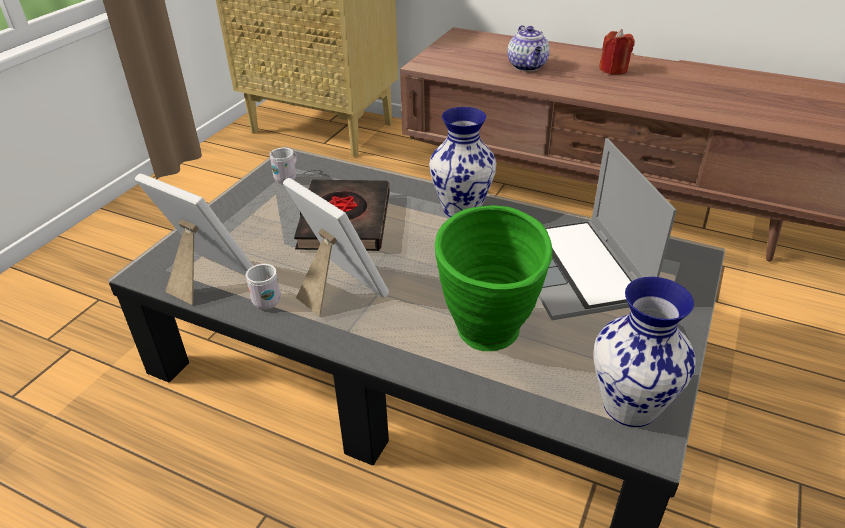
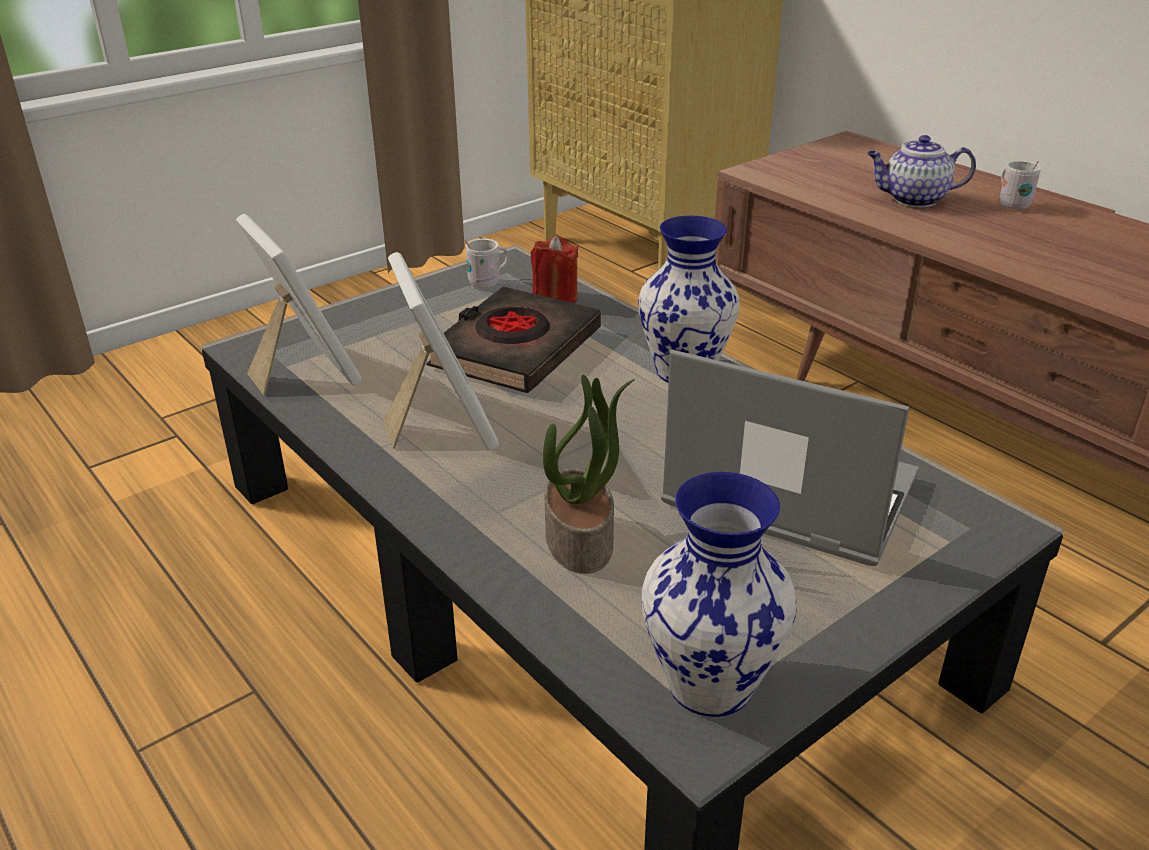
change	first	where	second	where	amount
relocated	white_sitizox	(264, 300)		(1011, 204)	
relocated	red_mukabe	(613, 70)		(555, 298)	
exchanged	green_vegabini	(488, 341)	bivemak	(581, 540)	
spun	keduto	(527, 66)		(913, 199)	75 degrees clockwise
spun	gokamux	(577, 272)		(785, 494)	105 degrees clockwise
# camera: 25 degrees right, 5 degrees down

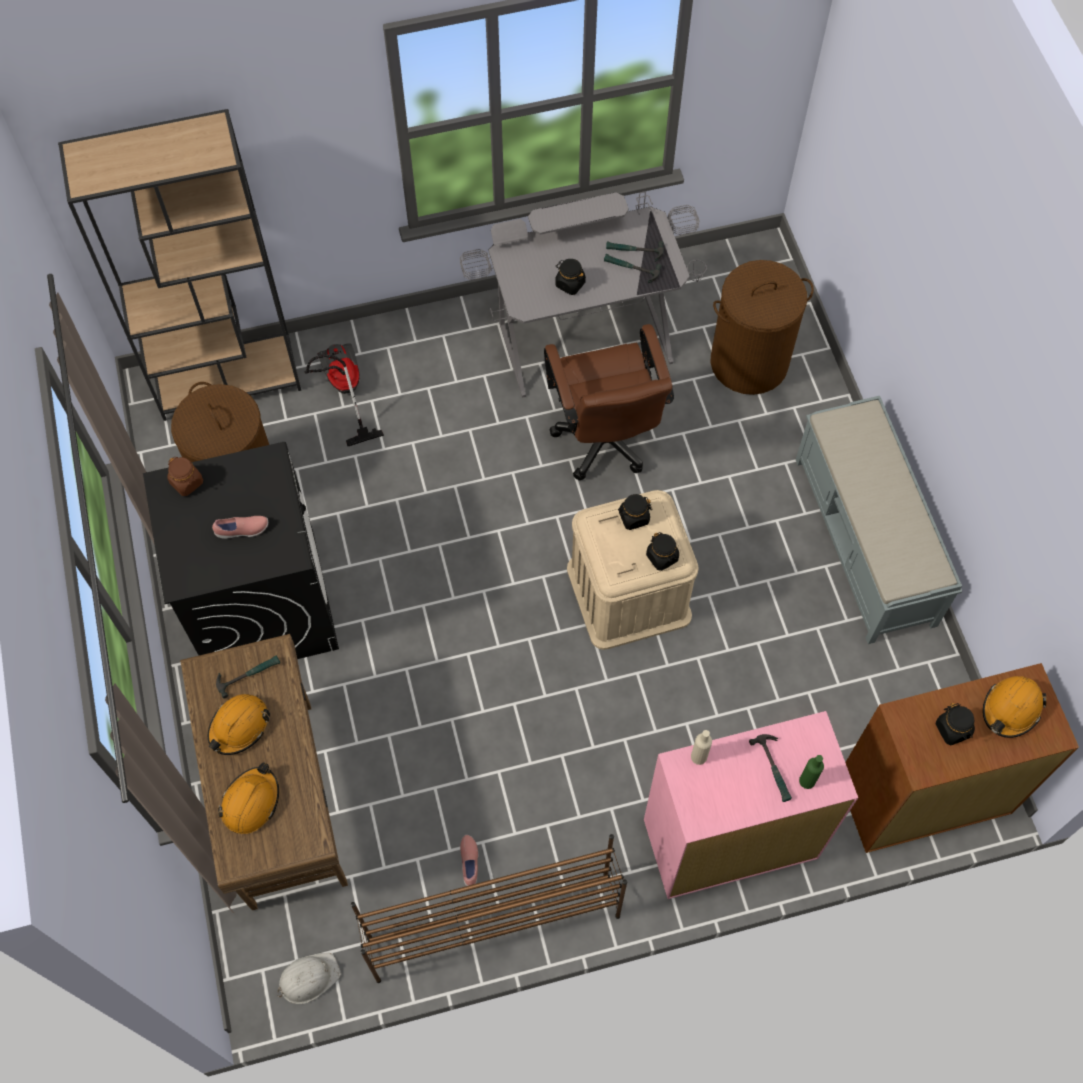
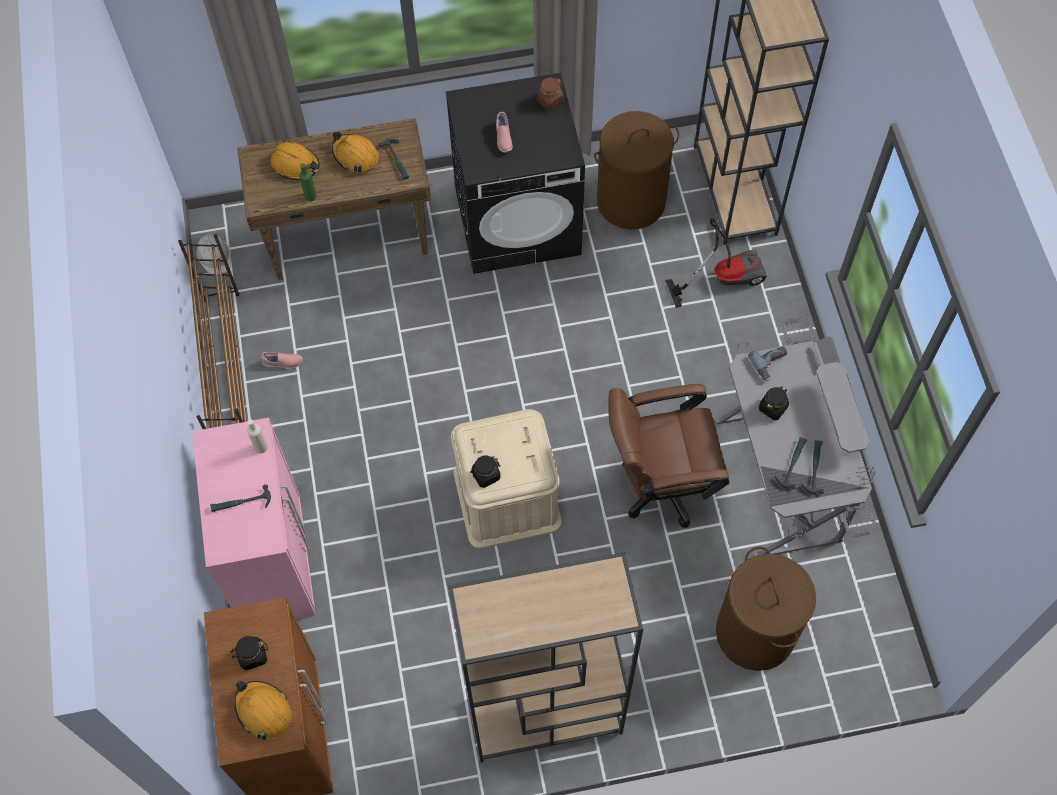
change	first	where	second	where	amount
missing	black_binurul	(633, 517)			
appeared			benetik	(771, 364)	
relocated	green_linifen	(807, 781)		(310, 196)	
exchanged	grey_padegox	(865, 542)	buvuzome	(544, 717)	
# camera: 95 degrees right, 0 degrees up

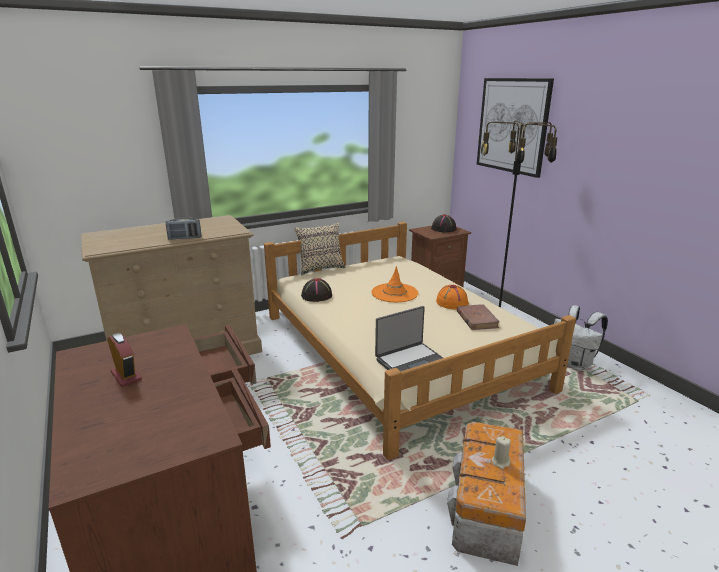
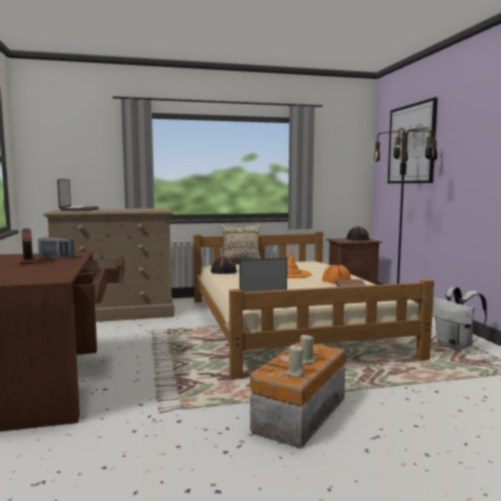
change	first	where	second	where	amount
appeared			gokamux	(78, 210)	
appeared			beige_mukabe	(295, 373)	
relocated	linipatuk	(185, 238)		(56, 257)	
# camera: 15 degrees right, 15 degrees down

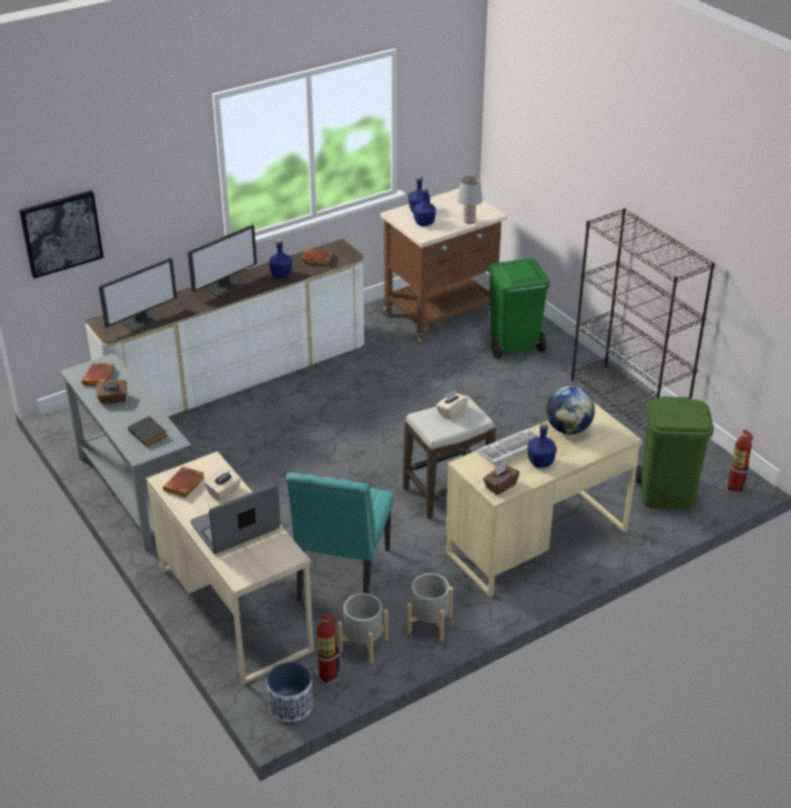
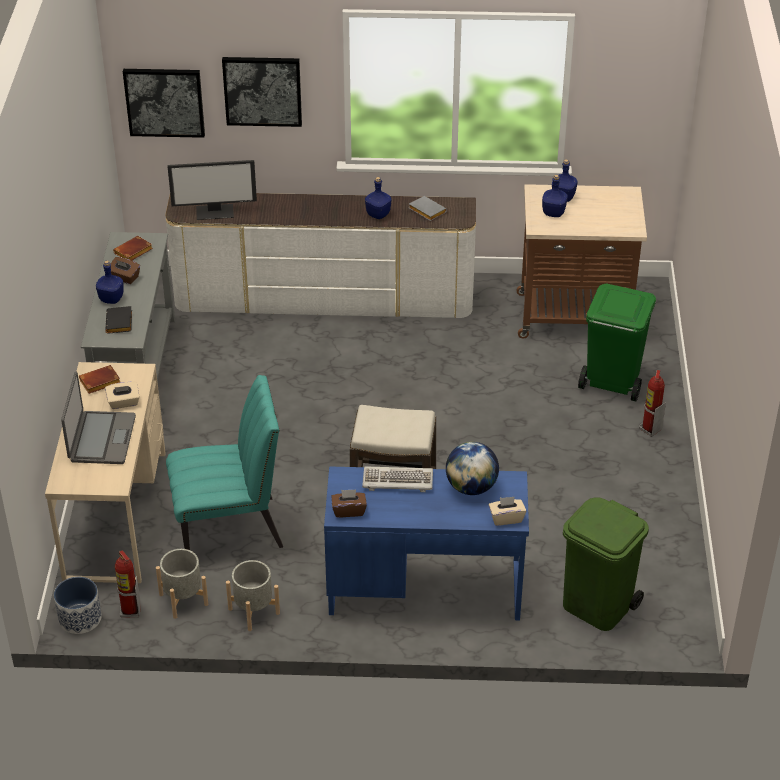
change	first	where	second	where	amount
missing	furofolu	(225, 286)			
missing	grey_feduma	(468, 221)			
missing	black_buvuzome	(628, 402)			
appeared			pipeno	(262, 90)	
relocated	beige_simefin	(451, 412)		(506, 518)	
relocated	blue_linifen	(541, 462)		(112, 299)	
relocated	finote	(734, 489)		(649, 429)	
colour	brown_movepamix	(316, 260)	grey_movepamix	(426, 211)	
colour	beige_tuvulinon	(537, 541)	blue_tuvulinon	(424, 587)	
spun	gokamux	(236, 527)		(101, 439)	90 degrees clockwise
spun	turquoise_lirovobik	(343, 574)		(229, 529)	150 degrees counterclockwise
# camera: 35 degrees right, 5 degrees up

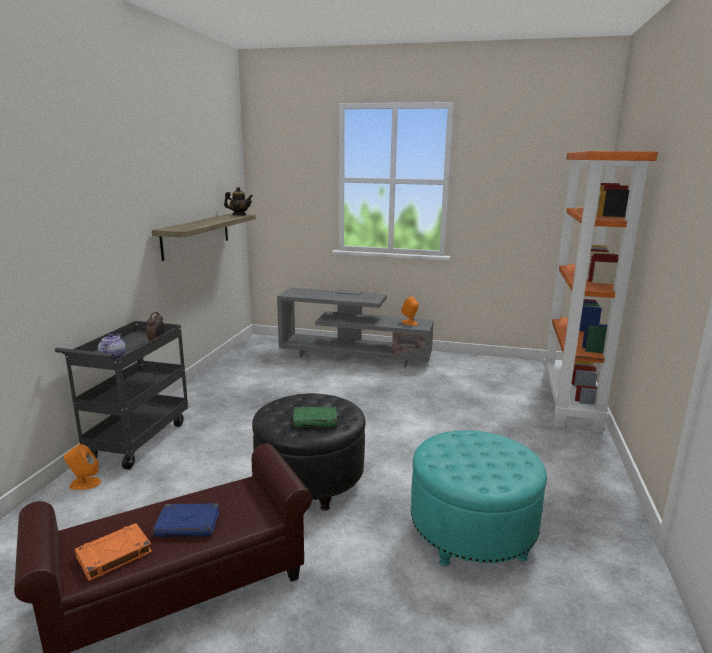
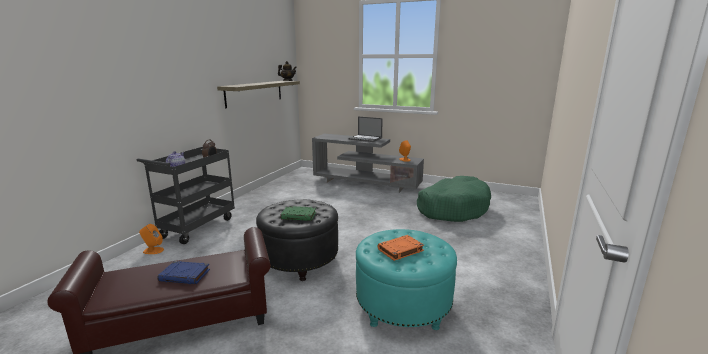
change	first	where	second	where	amount
missing	orange_buvuzome	(571, 401)			
appeared			gokamux	(366, 138)	
appeared			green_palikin	(452, 208)	
relocated	orange_movepamix	(113, 555)		(400, 250)	
# camera: 10 degrees right, 0 degrees up

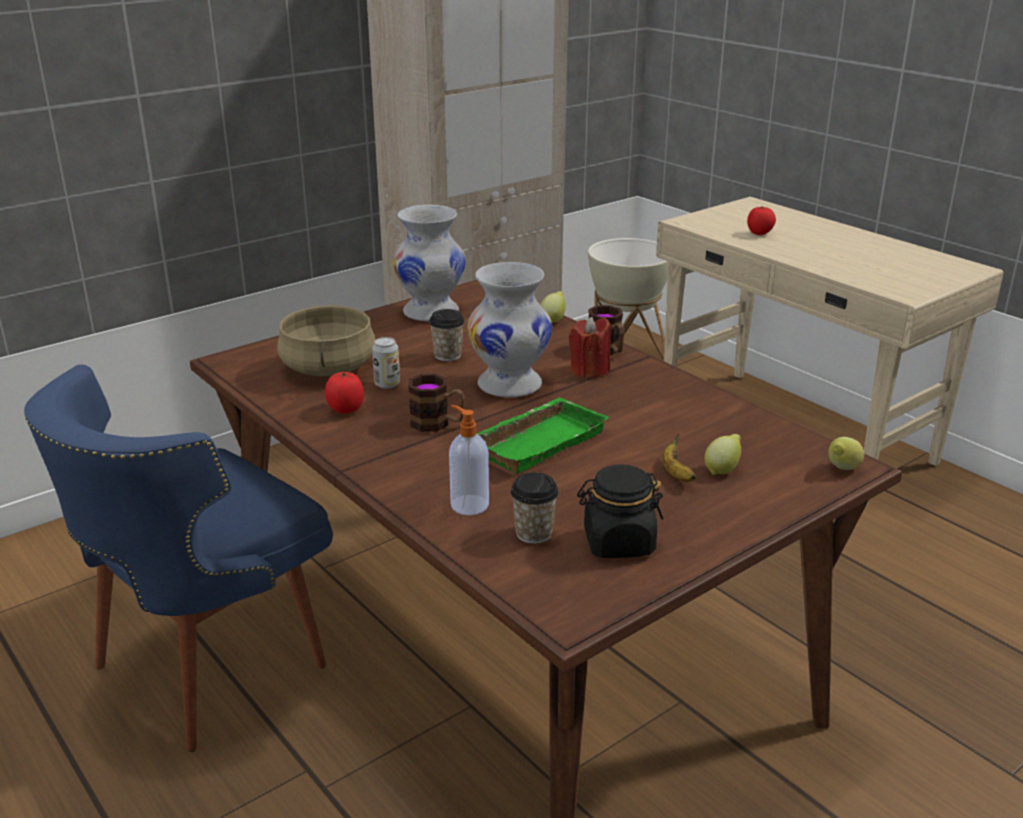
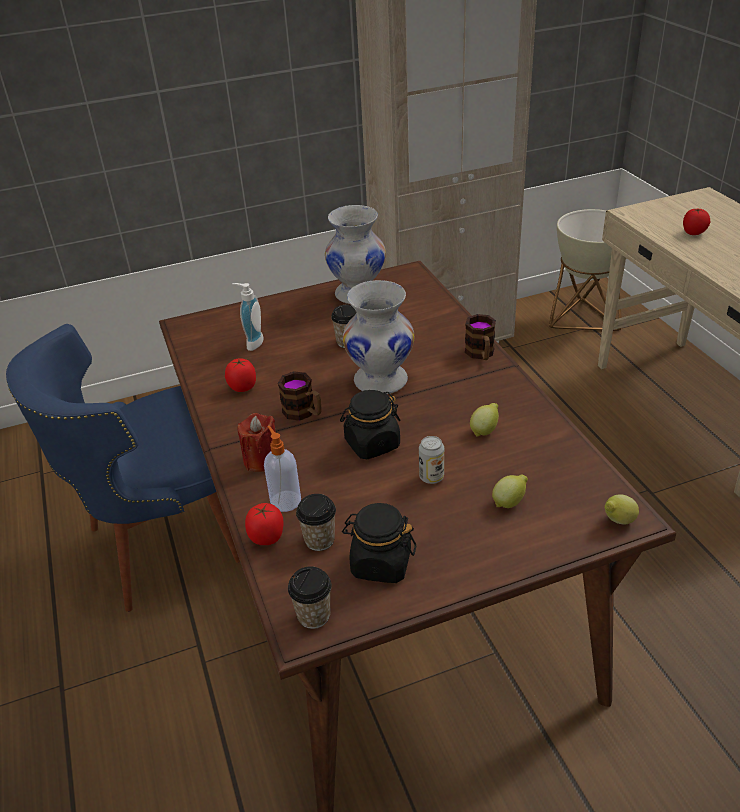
change	first	where	second	where	amount
missing	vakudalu	(676, 473)			
appeared			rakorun	(267, 537)	
appeared			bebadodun	(313, 615)	
relocated	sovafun	(387, 384)		(431, 477)	
relocated	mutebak	(553, 320)		(484, 430)	
relocated	red_mukabe	(589, 370)		(262, 460)	
exchanged	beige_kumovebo	(329, 368)	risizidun	(252, 343)	
exchanged	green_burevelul	(537, 441)	black_binurul	(372, 444)	
# camera: 20 degrees right, 10 degrees up

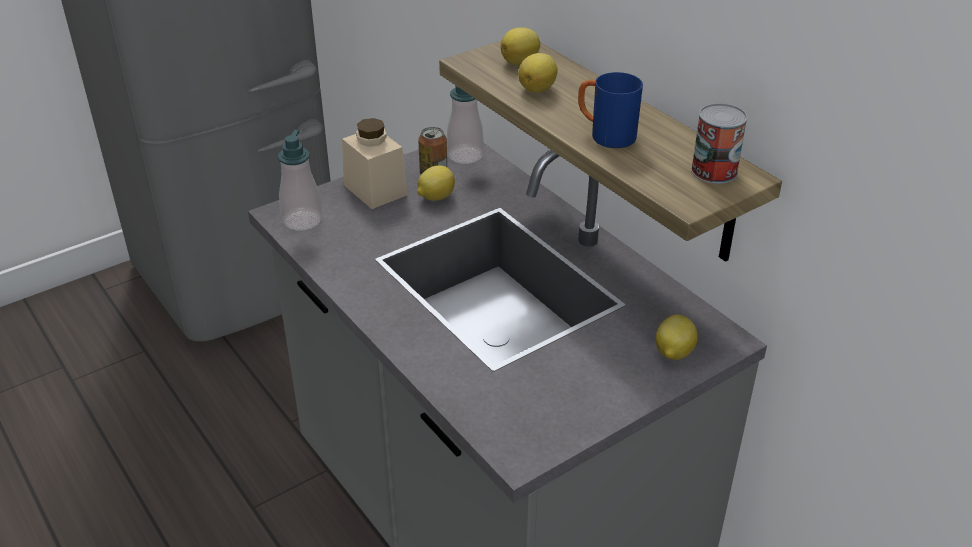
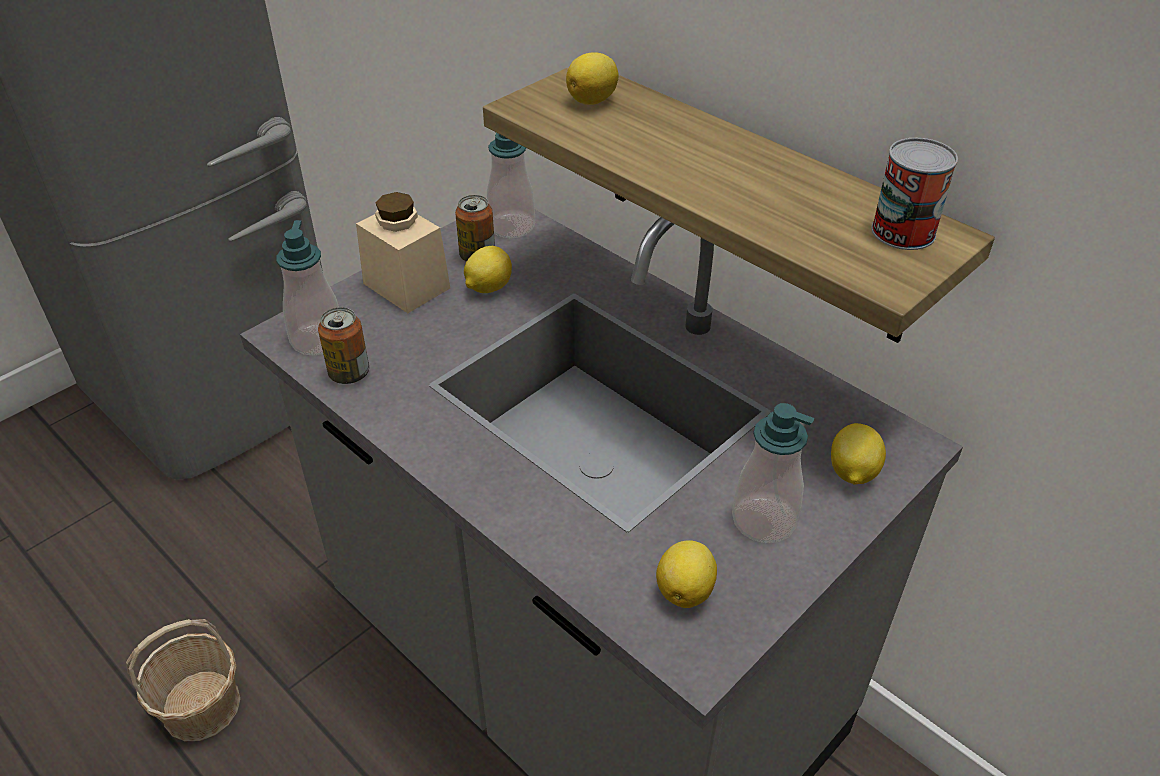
change	first	where	second	where	amount
missing	blue_sitizox	(605, 135)			
appeared			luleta	(202, 706)	
appeared			sovafun	(349, 373)	
appeared			risizidun	(764, 520)	
relocated	mutebak	(538, 89)		(685, 590)	
# camera: 10 degrees left, 5 degrees up

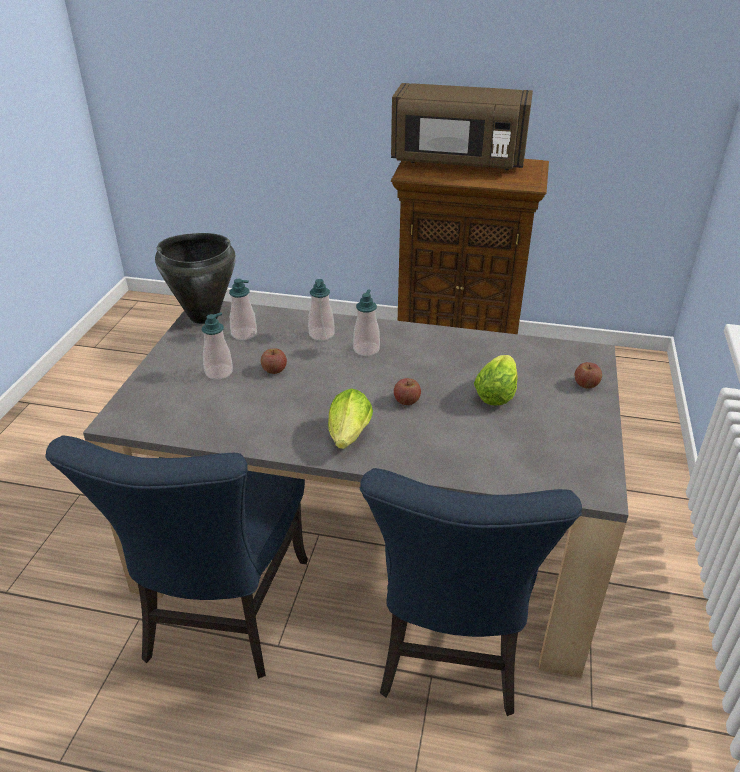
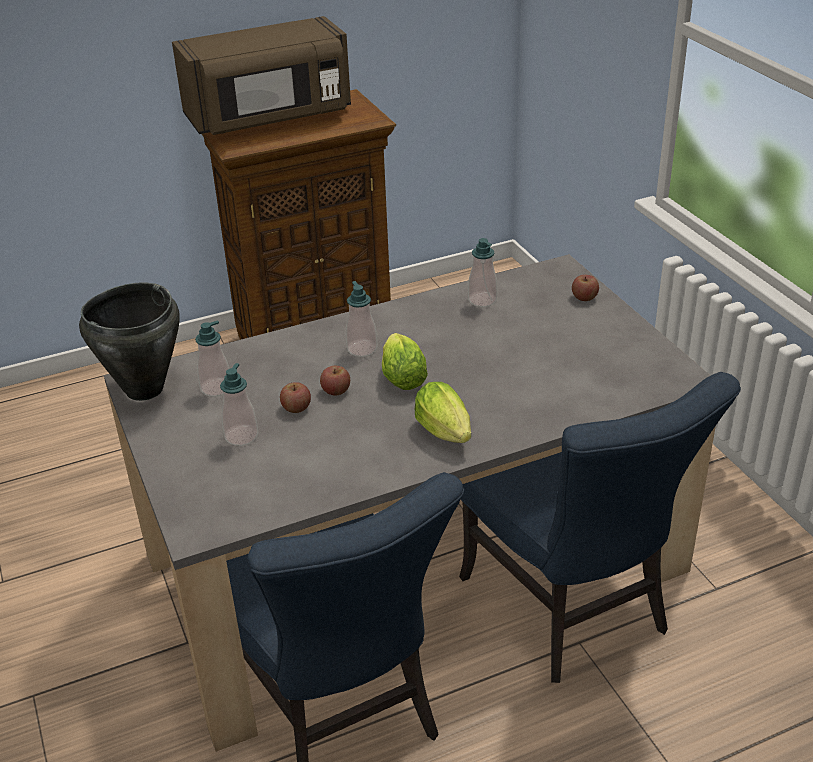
change	first	where	second	where	amount
relocated	risizidun	(321, 334)		(482, 300)	
relocated	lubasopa	(406, 401)		(336, 391)	
relocated	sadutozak	(497, 393)		(402, 376)	
# camera: 35 degrees left, 0 degrees up

